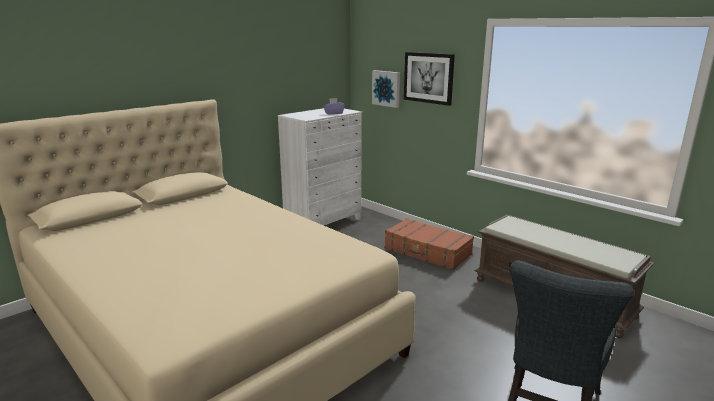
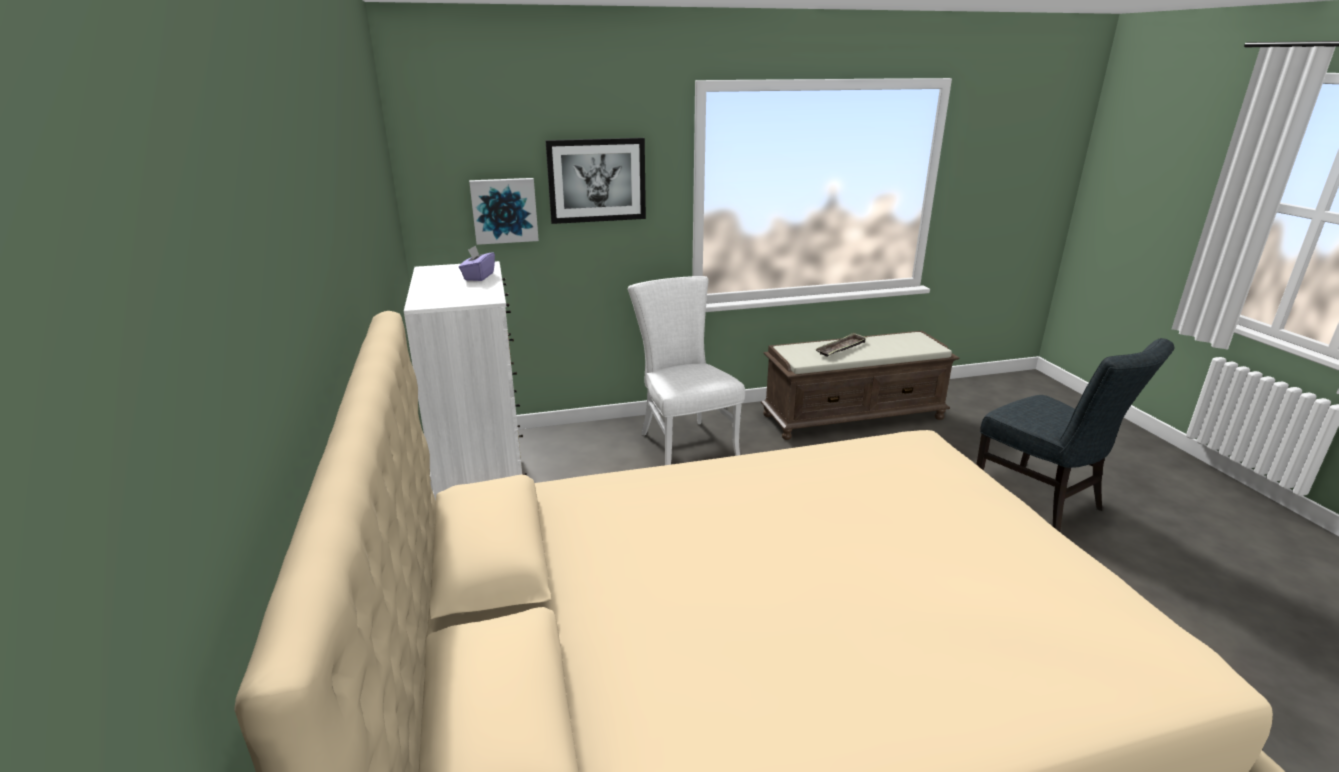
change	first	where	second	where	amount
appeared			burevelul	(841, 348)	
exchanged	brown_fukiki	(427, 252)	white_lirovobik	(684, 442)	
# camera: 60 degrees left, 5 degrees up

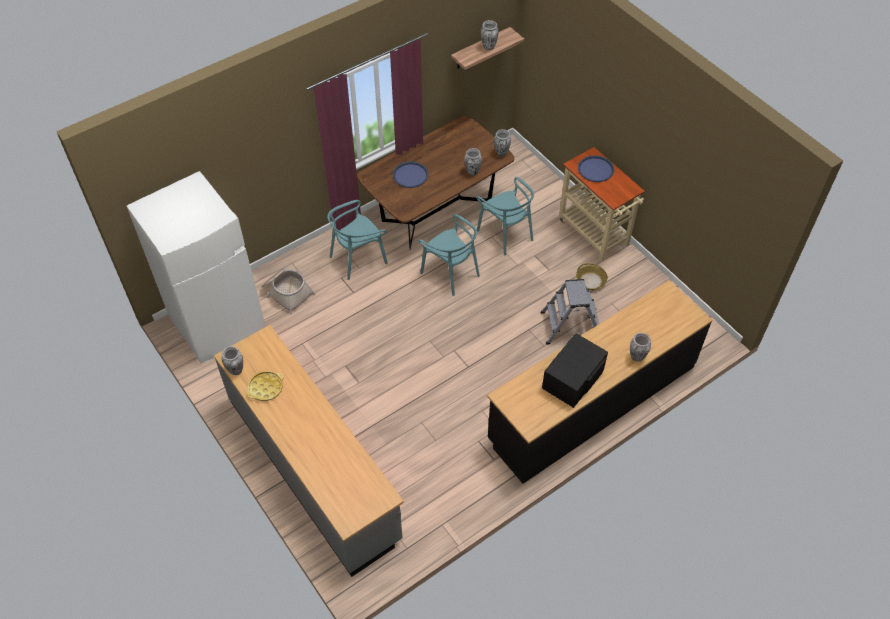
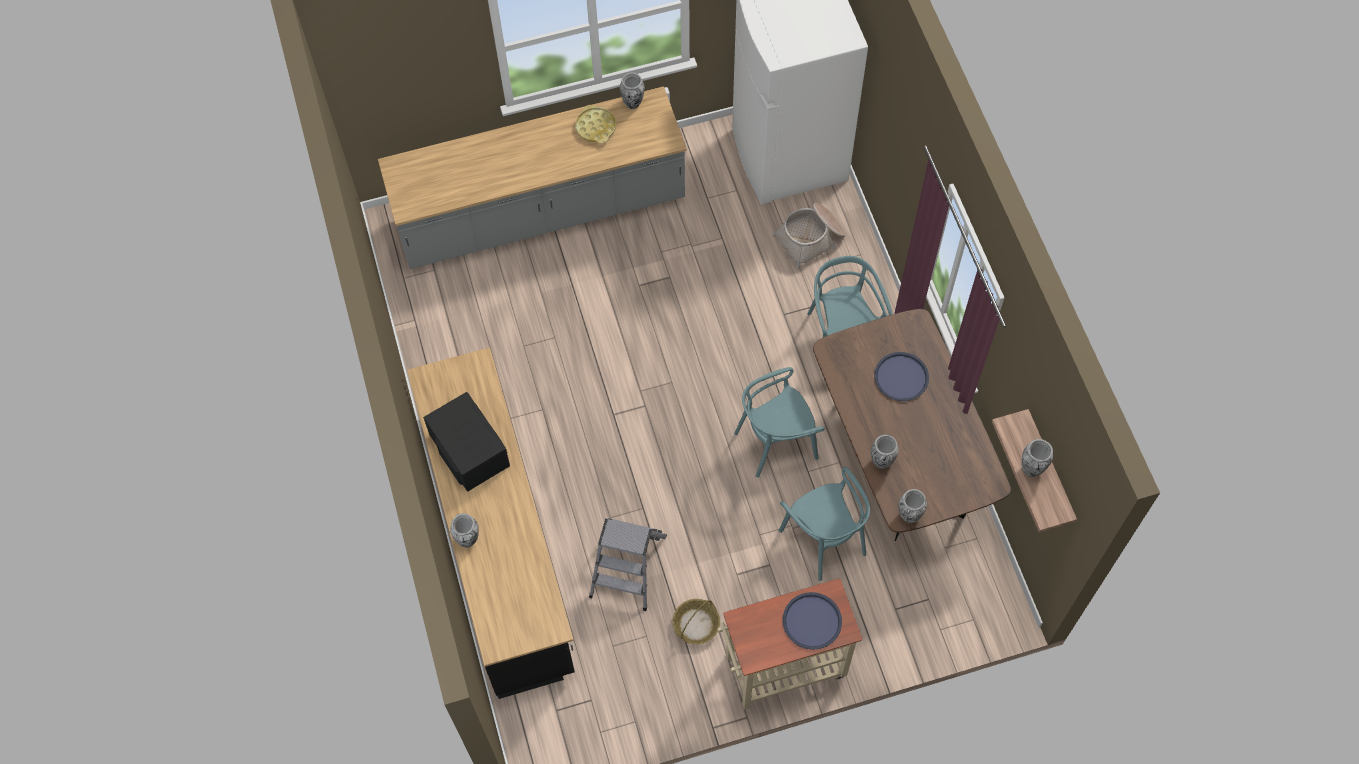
change	first	where	second	where	amount
spun	turquoise_lirovobik	(505, 234)		(824, 539)	105 degrees counterclockwise
# camera: 110 degrees right, 10 degrees up

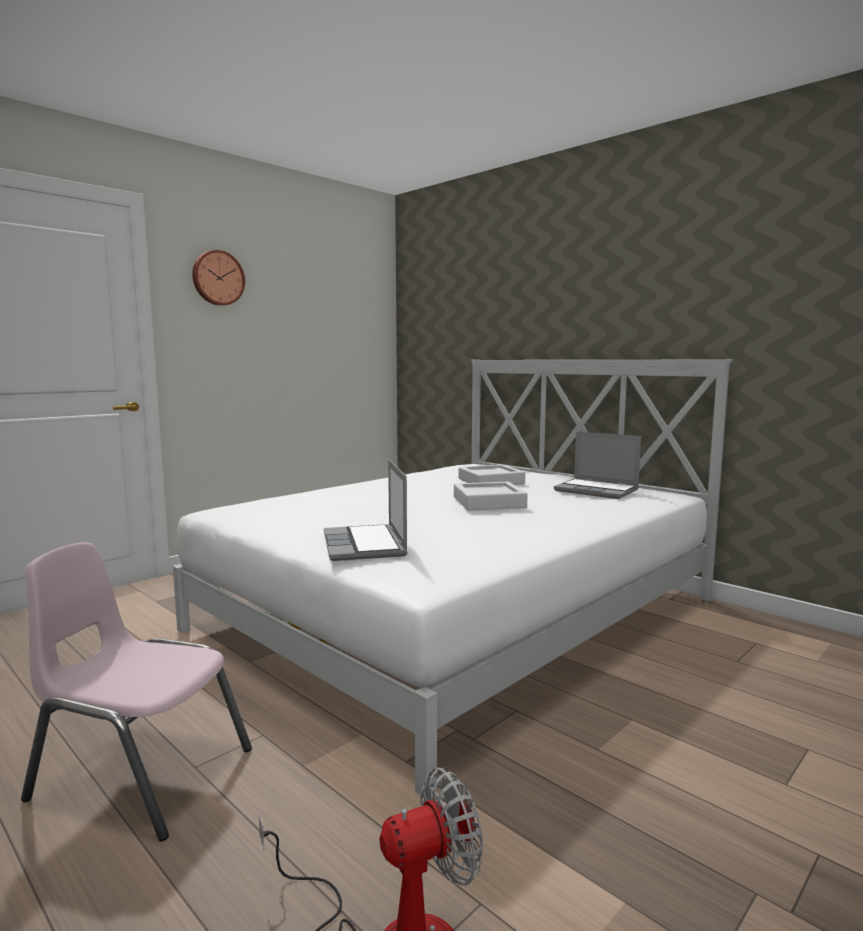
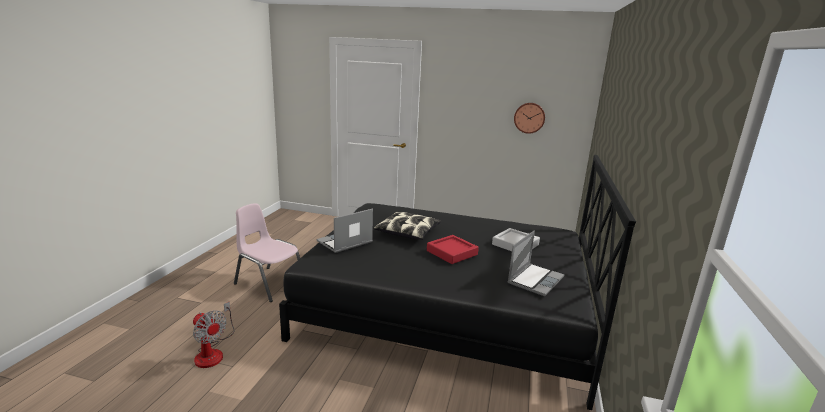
change	first	where	second	where	amount
appeared			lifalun	(408, 232)	
relocated	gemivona	(217, 278)		(529, 117)	
colour	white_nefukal	(458, 614)	black_nefukal	(447, 308)	
colour	grey_burevelul	(489, 502)	red_burevelul	(452, 252)	
spun	pink_lirovobik	(141, 775)		(270, 283)	45 degrees counterclockwise
spun	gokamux	(597, 490)		(535, 280)	150 degrees counterclockwise
# camera: 60 degrees right, 10 degrees up

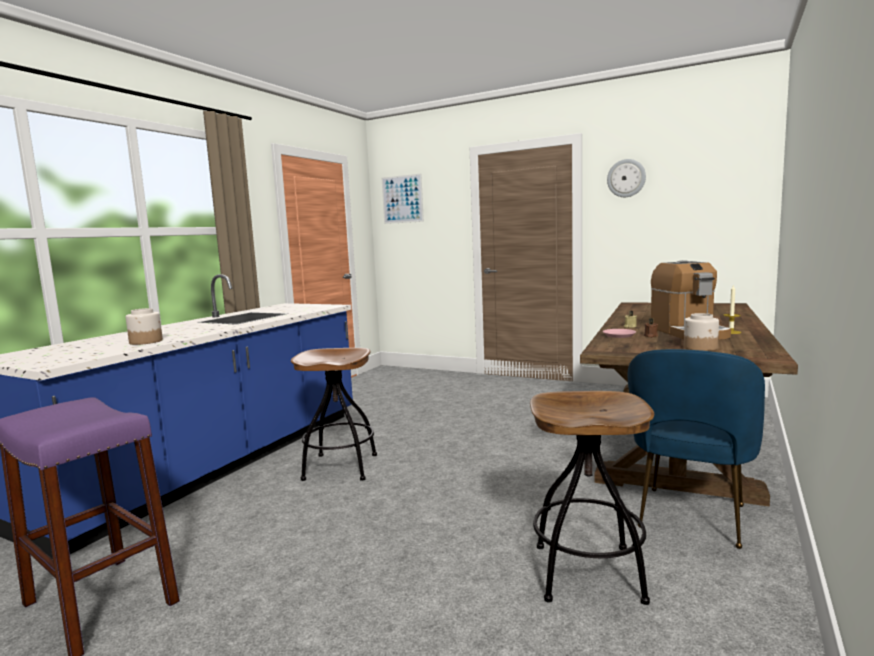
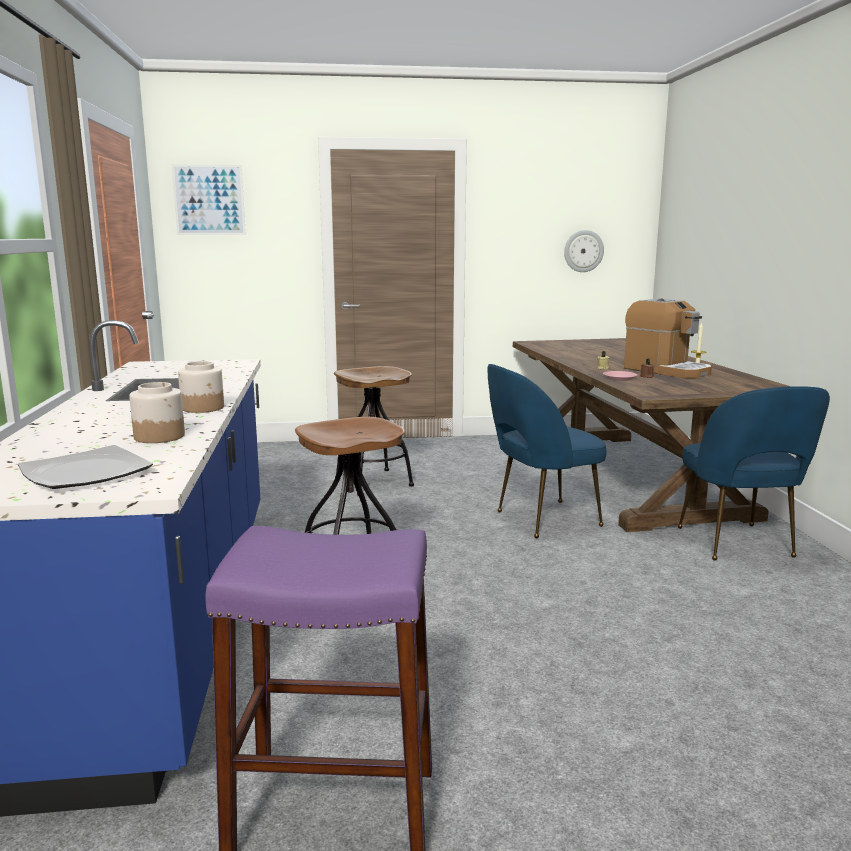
change	first	where	second	where	amount
appeared			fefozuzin	(87, 472)	
appeared			blue_lirovobik	(540, 520)	
relocated	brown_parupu	(589, 572)		(374, 482)	
relocated	gemivona	(626, 178)		(583, 251)	
relocated	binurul	(701, 348)		(203, 408)	
# camera: 35 degrees left, 5 degrees up

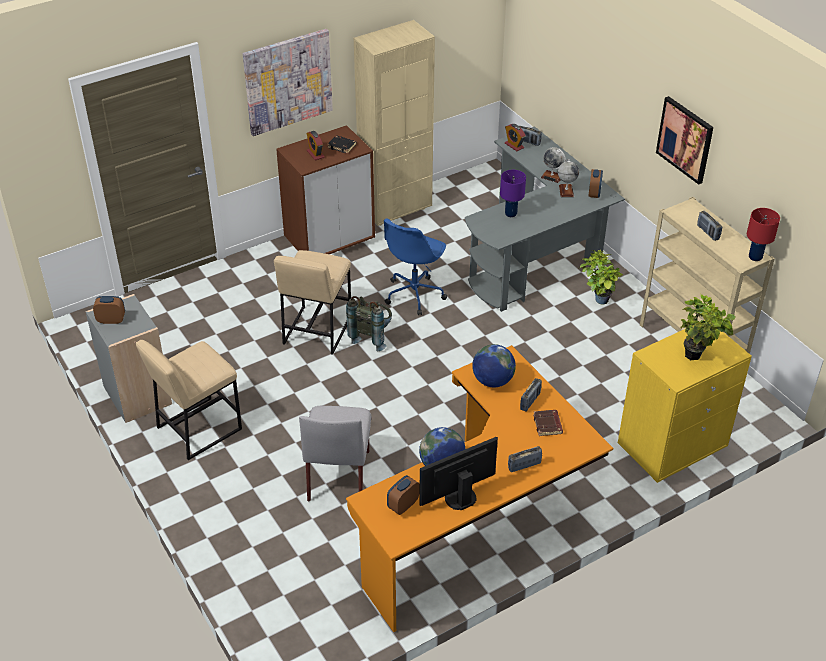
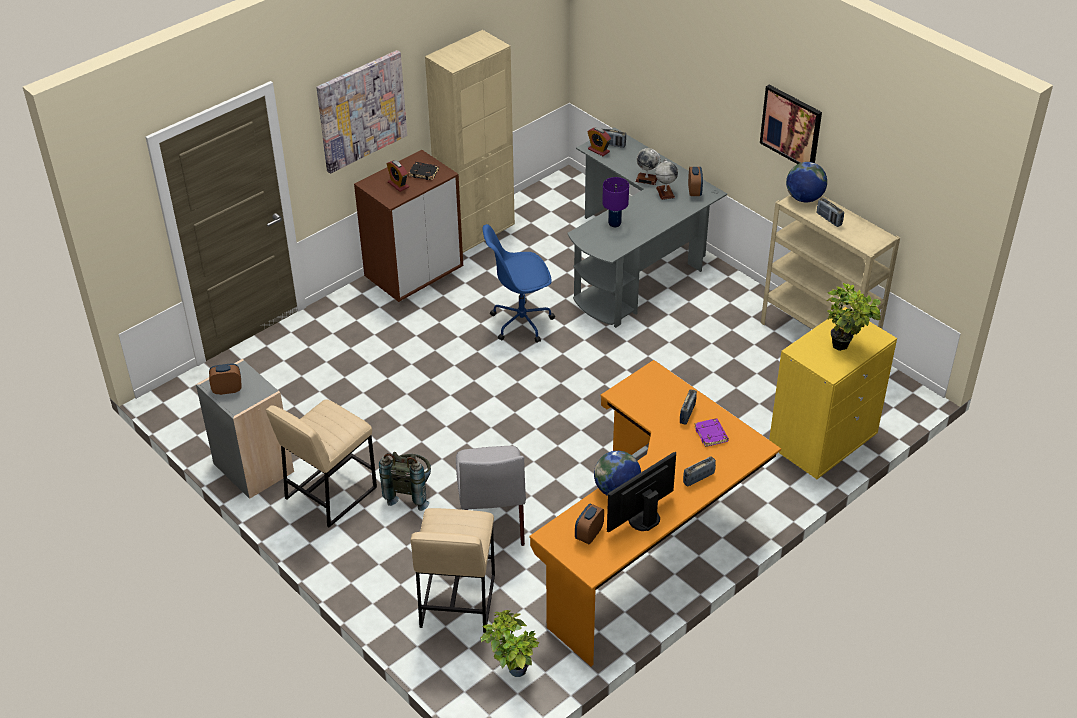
change	first	where	second	where	amount
missing	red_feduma	(754, 257)			
relocated	beige_lirovobik	(317, 331)		(457, 602)	
relocated	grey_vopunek	(371, 336)		(409, 492)	
relocated	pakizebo	(492, 381)		(804, 198)	
relocated	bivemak	(597, 300)		(512, 670)	
colour	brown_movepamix	(548, 425)	purple_movepamix	(711, 435)	
spun	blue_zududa	(413, 296)		(520, 323)	60 degrees clockwise
# camera: 10 degrees left, 0 degrees up

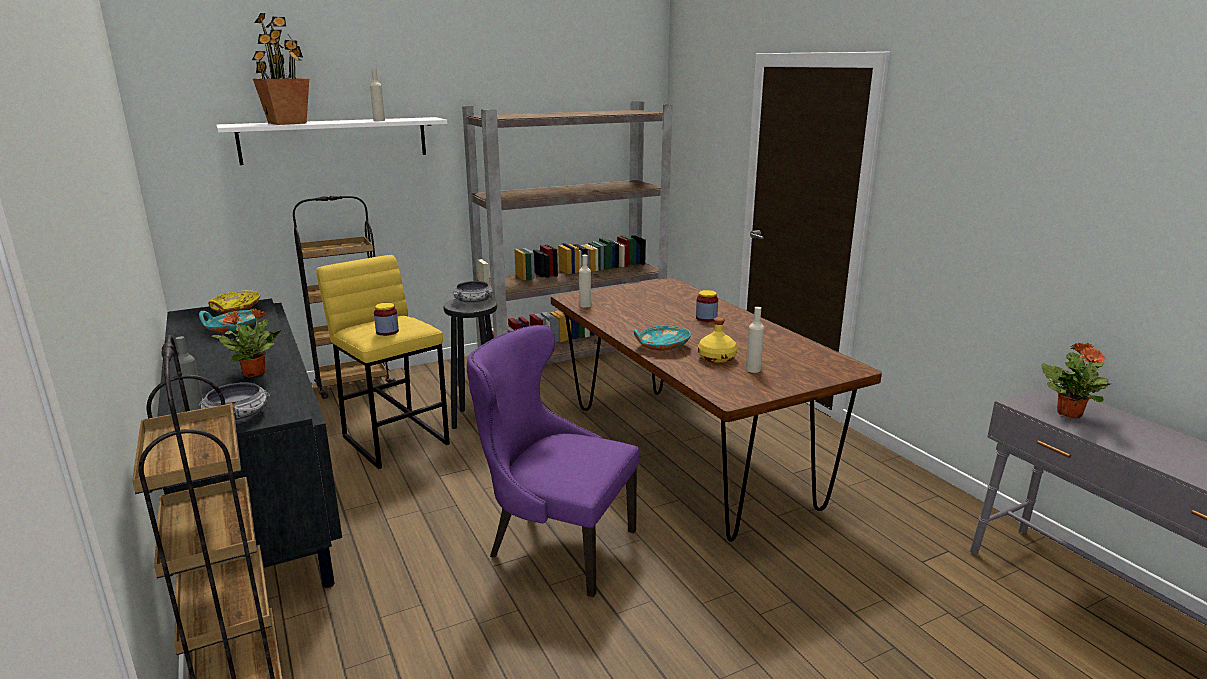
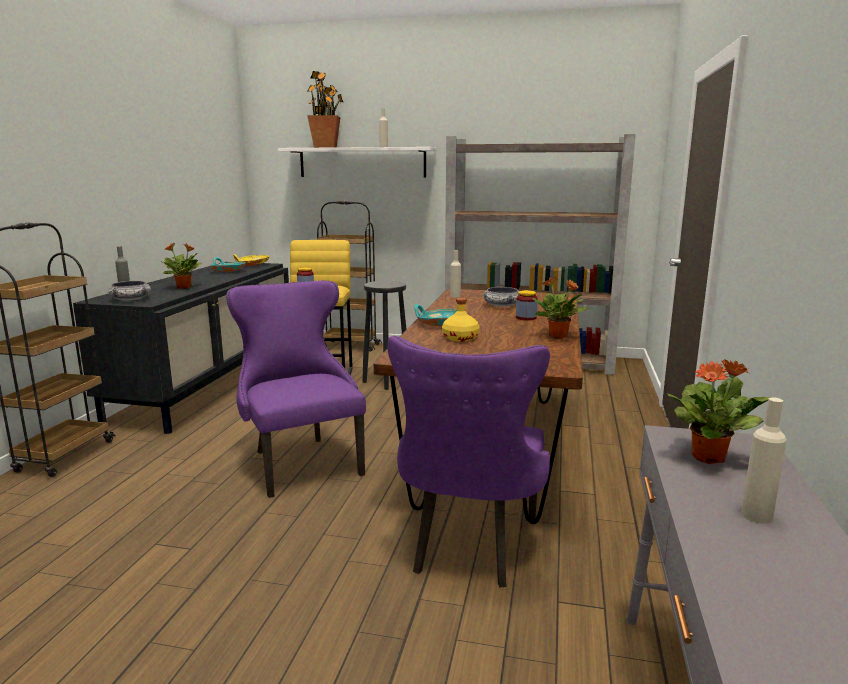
change	first	where	second	where	amount
appeared			purple_lirovobik	(469, 545)	
appeared			bivemak	(558, 336)	
relocated	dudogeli	(473, 301)		(501, 305)	
relocated	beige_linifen	(753, 369)		(756, 515)	
# camera: 40 degrees right, 5 degrees down

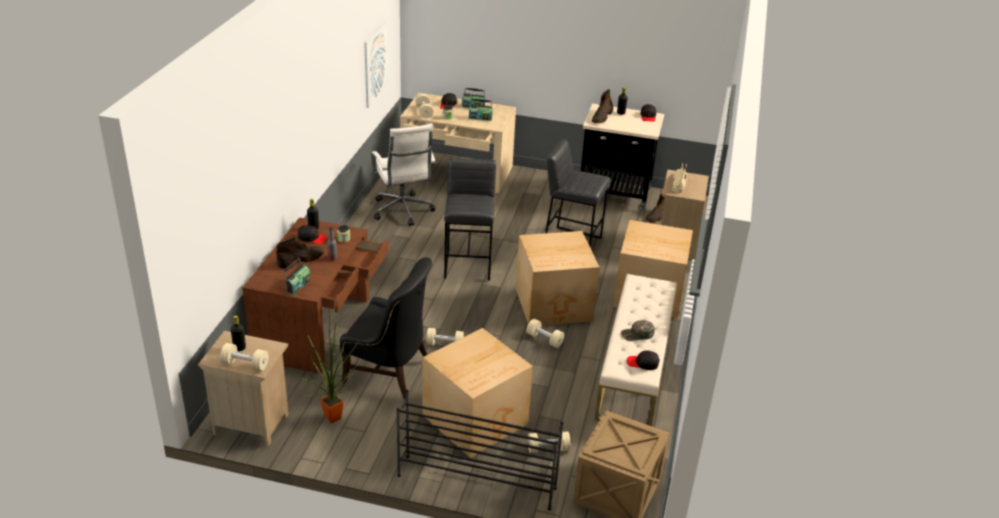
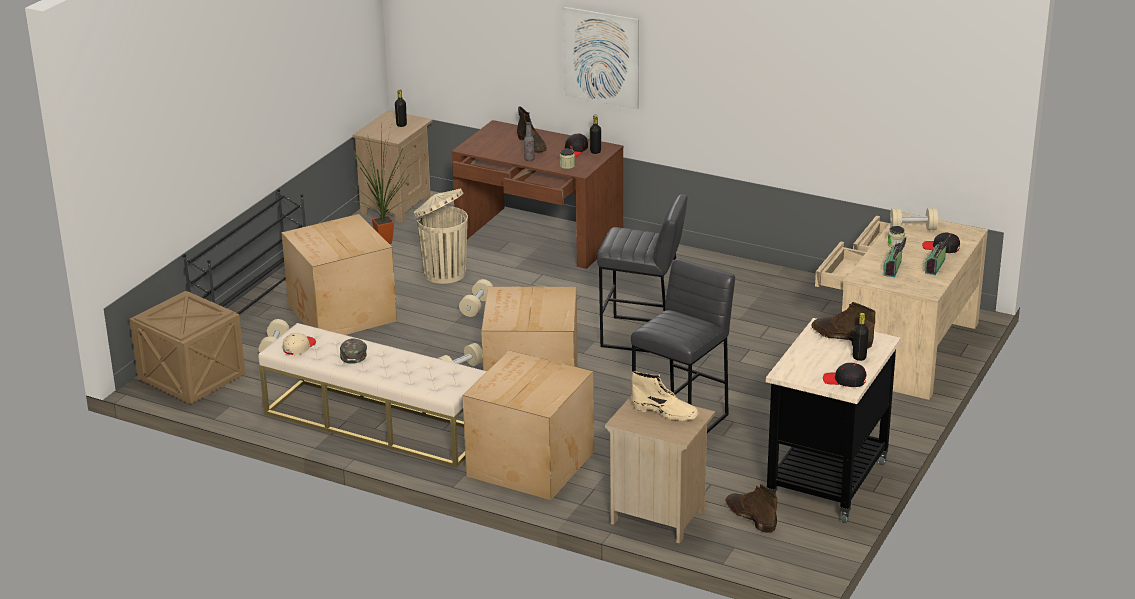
change	first	where	second	where	amount
missing	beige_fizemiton	(245, 364)			
missing	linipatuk	(297, 285)			
missing	white_zududa	(403, 212)			
relocated	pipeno	(375, 64)		(601, 57)	
exchanged	black_lirovobik	(389, 371)	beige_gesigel	(443, 273)	
colour	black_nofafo	(643, 363)	beige_nofafo	(299, 347)	
# camera: 105 degrees right, 5 degrees down

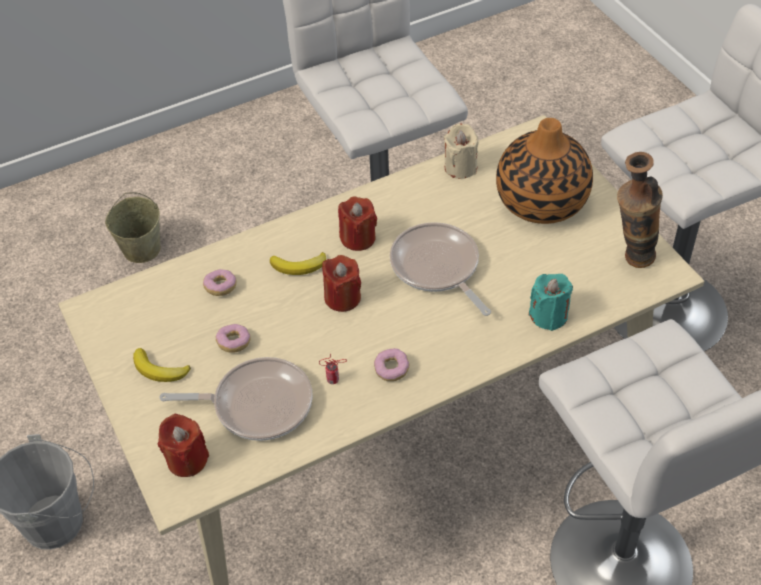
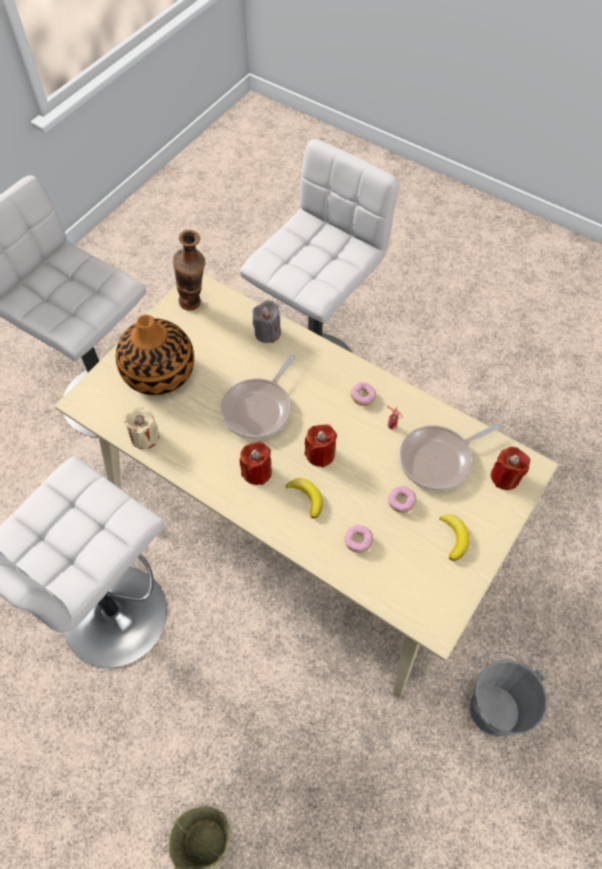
change	first	where	second	where	amount
colour	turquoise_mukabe	(548, 315)	grey_mukabe	(267, 332)	
spun	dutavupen	(257, 404)		(439, 459)	90 degrees counterclockwise
# camera: 120 degrees left, 10 degrees up

